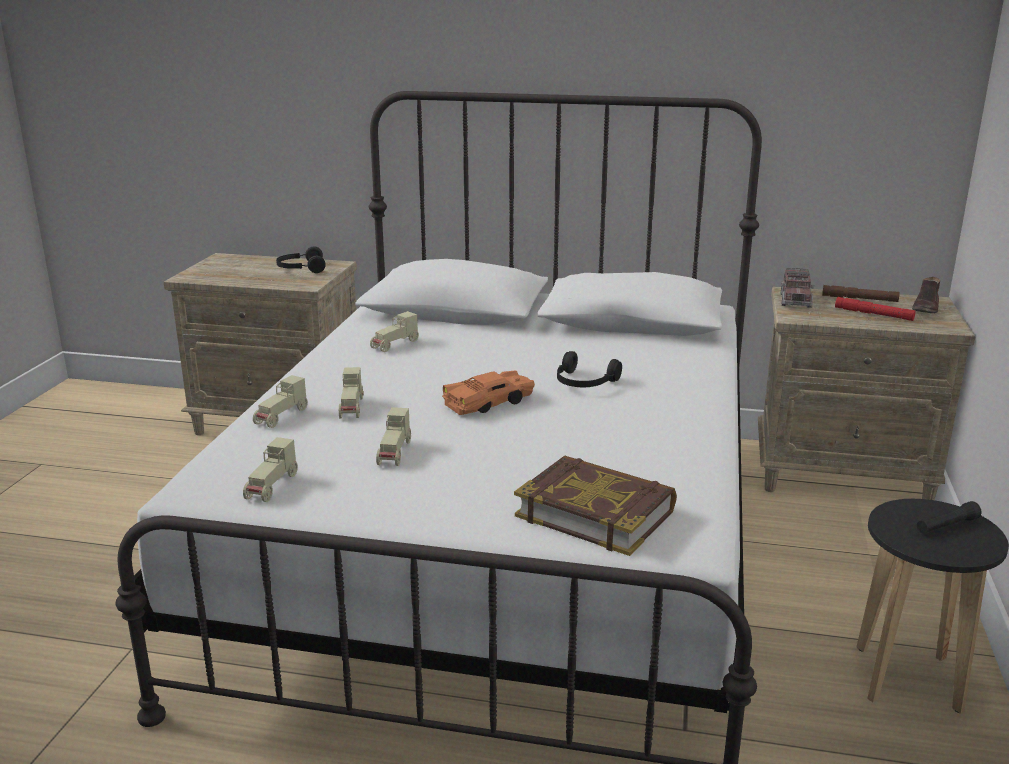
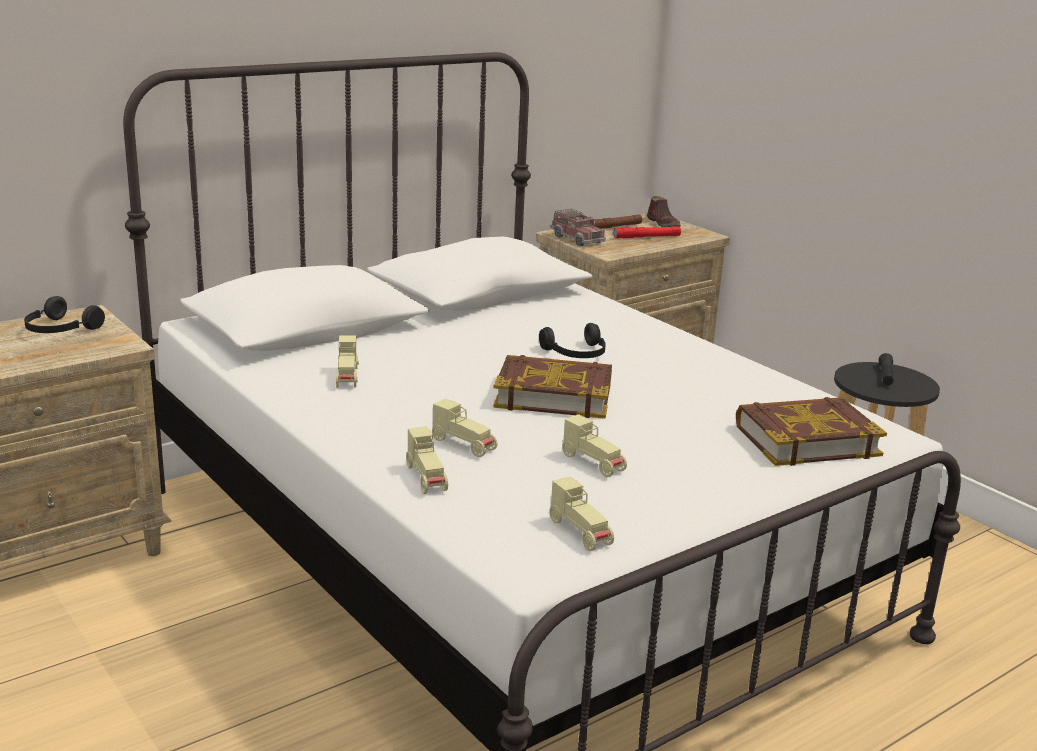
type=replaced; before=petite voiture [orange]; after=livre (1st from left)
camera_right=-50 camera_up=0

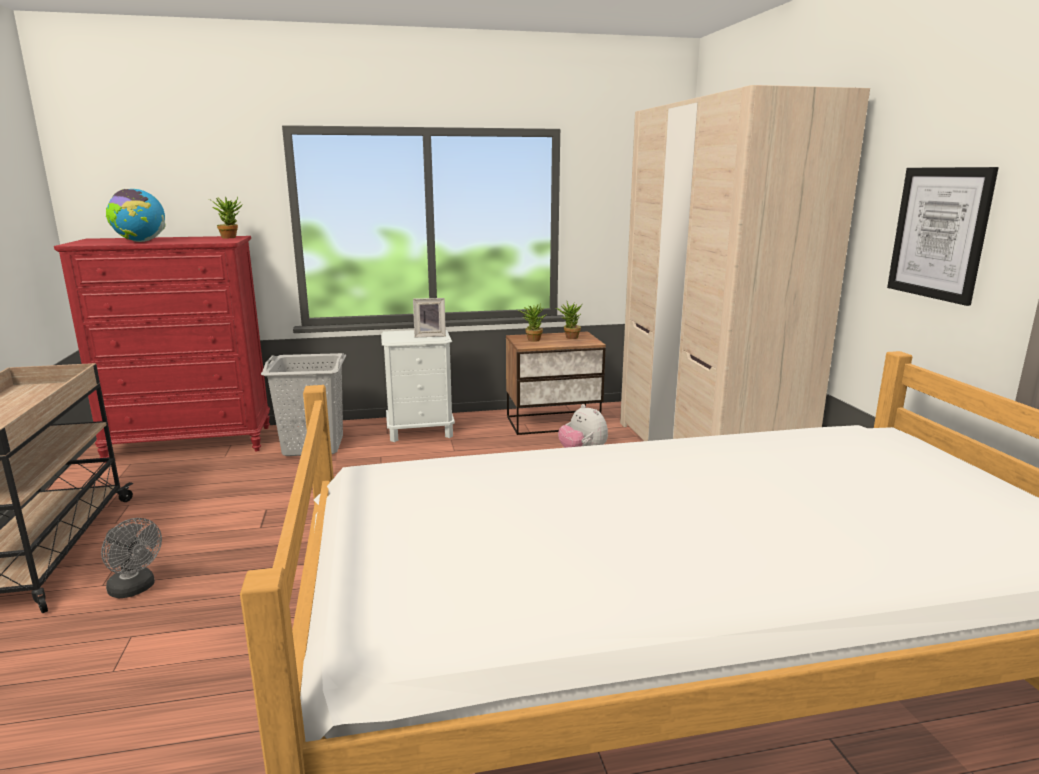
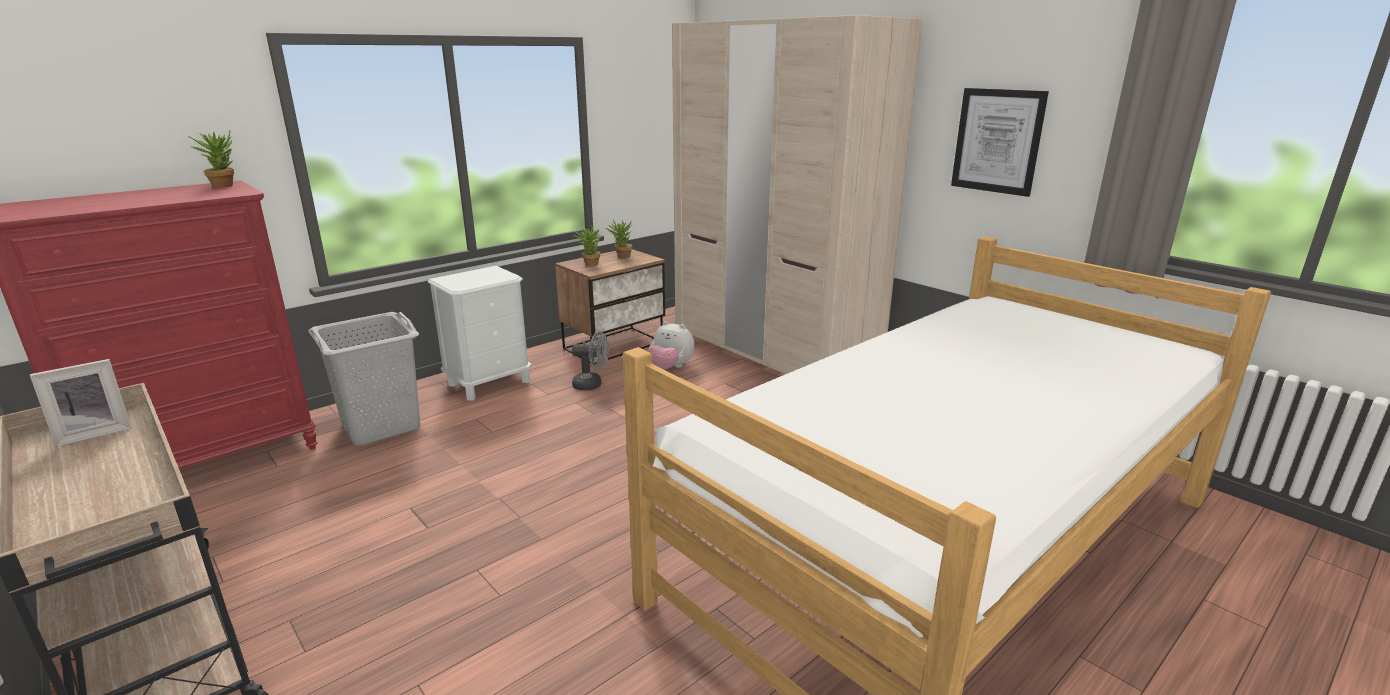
type=removed; before=globe
type=moved; before=cadre photo
type=moved; before=ventilateur [gris]
camera_right=-30 camera_up=5

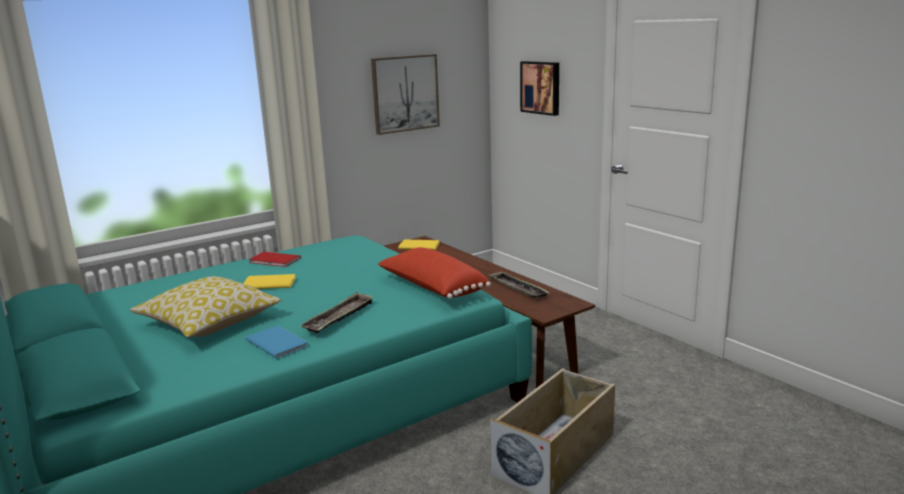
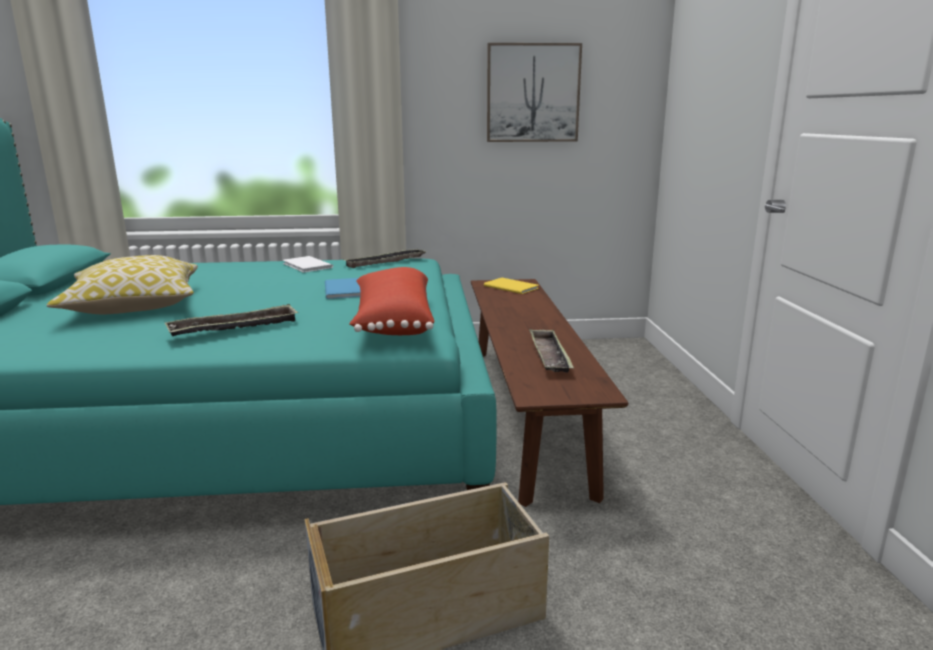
type=removed; before=tableau (2nd from left)
type=recoloured; before=livre [rouge]; after=livre [blanc]
type=removed; before=livre [jaune] (1st from left)
type=moved; before=livre [bleu]
type=added; after=plateau (2nd from left)
camera_right=30 camera_up=0

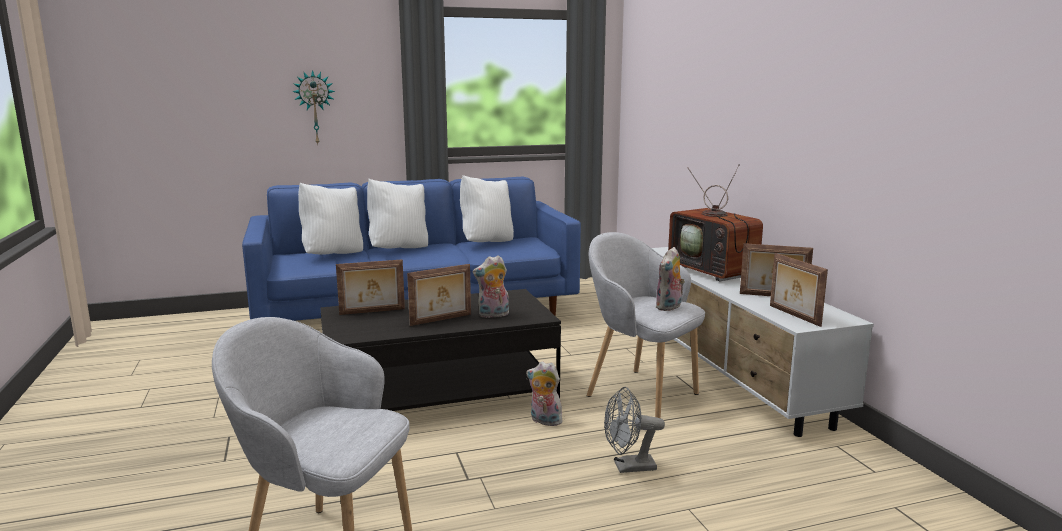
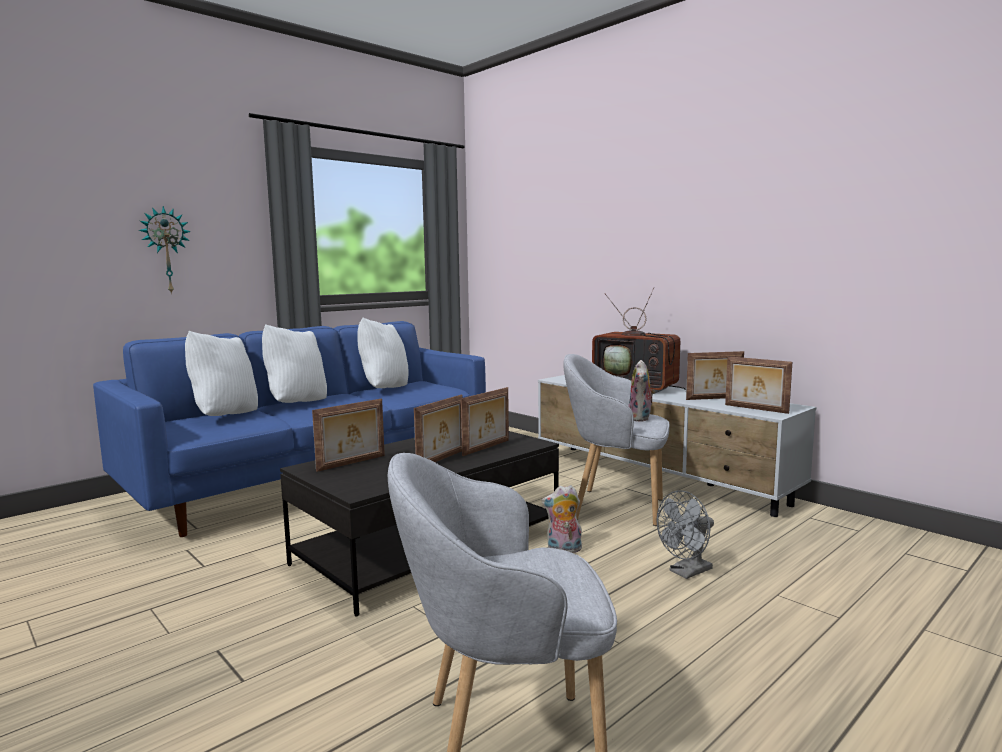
type=replaced; before=peluche (1st from left); after=cadre photo (3rd from left)
camera_right=-25 camera_up=-5

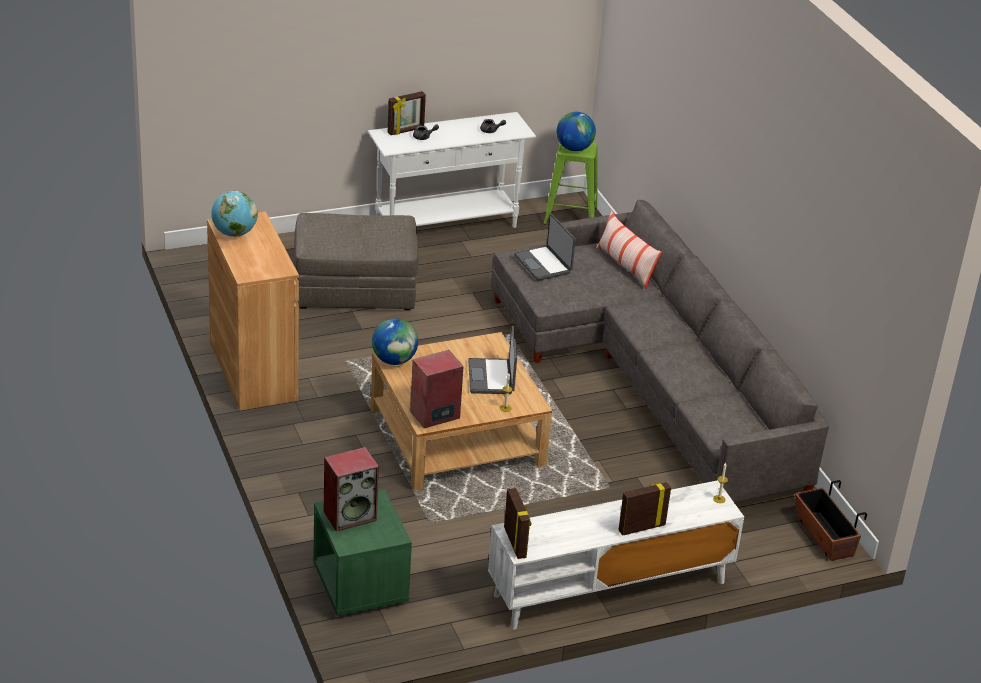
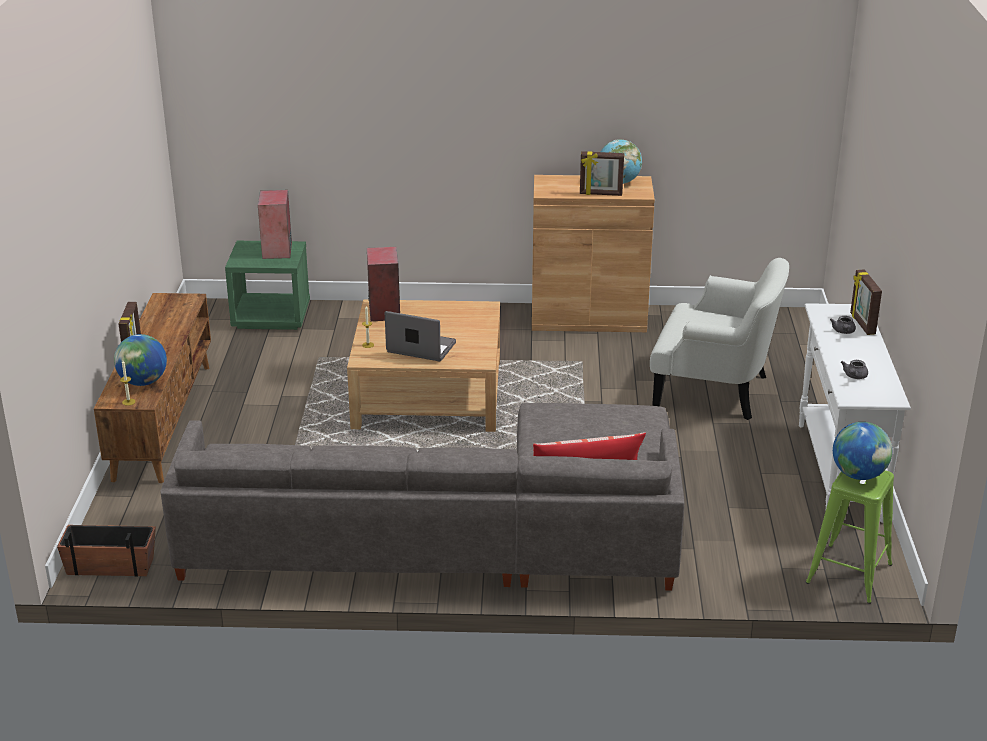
type=replaced; before=pouf [gris]; after=fauteuil [blanc]
type=removed; before=ordinateur portable (2nd from left)
type=moved; before=globe (2nd from left in the first image); after=globe (1st from left)
type=recoloured; before=meuble télé [blanc]; after=meuble télé [marron]
type=moved; before=cadre photo (2nd from left)
camera_right=115 camera_up=-5

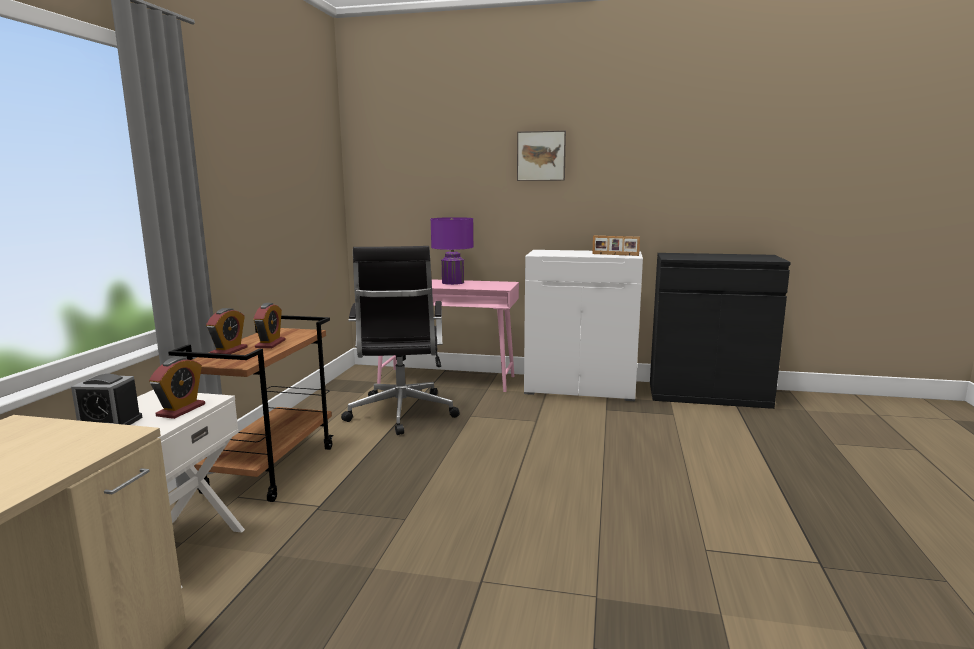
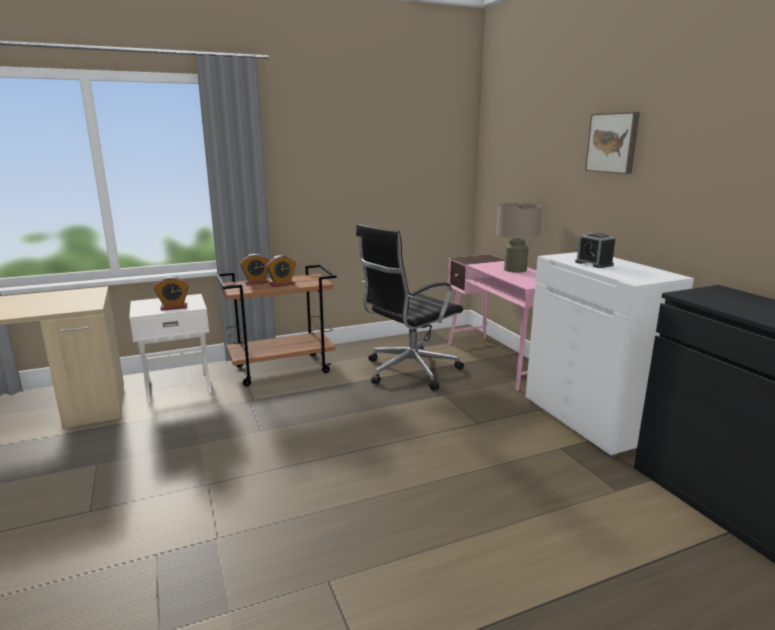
type=recoloured; before=lampe de table [violet]; after=lampe de table [beige]
type=removed; before=cadre photo
type=moved; before=réveil (1st from left in the first image); after=réveil (4th from left)
camera_right=55 camera_up=5

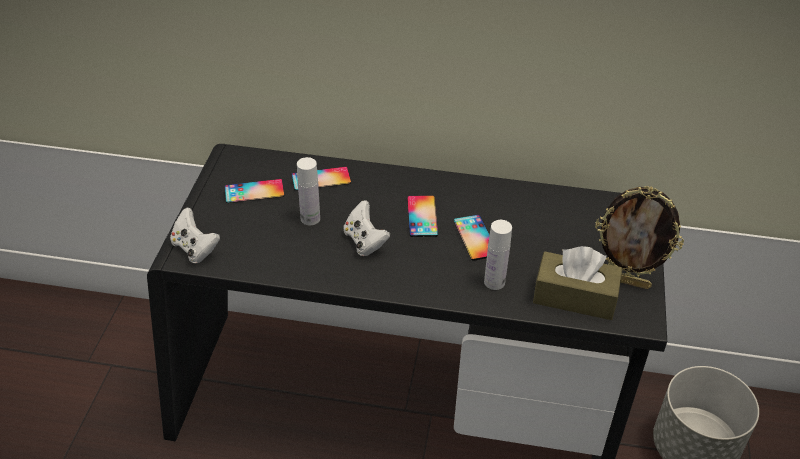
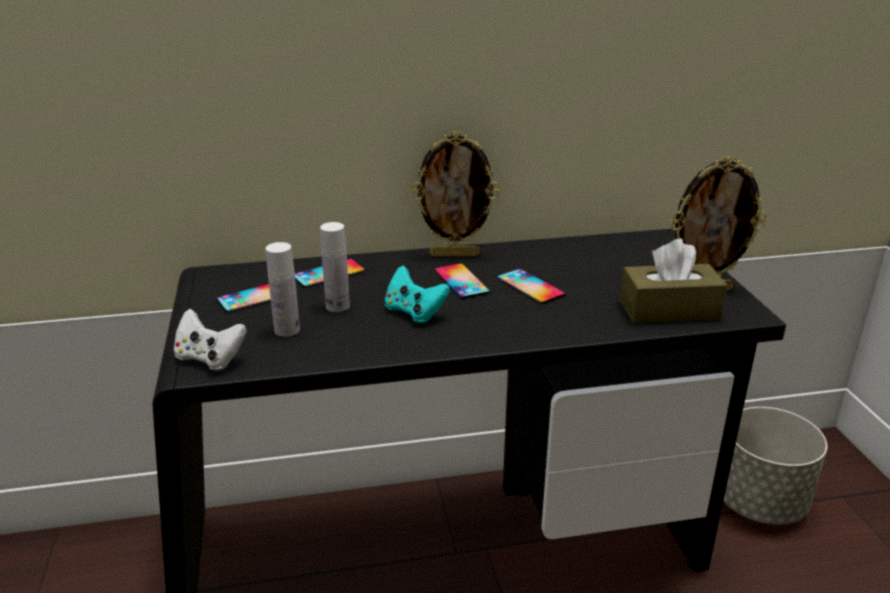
type=recoloured; before=manette [blanc] (2nd from left); after=manette [turquoise]
type=moved; before=bouteille [blanc] (2nd from left in the first image); after=bouteille [blanc] (1st from left)
type=added; after=cadre photo (1st from left)
camera_right=-20 camera_up=-15

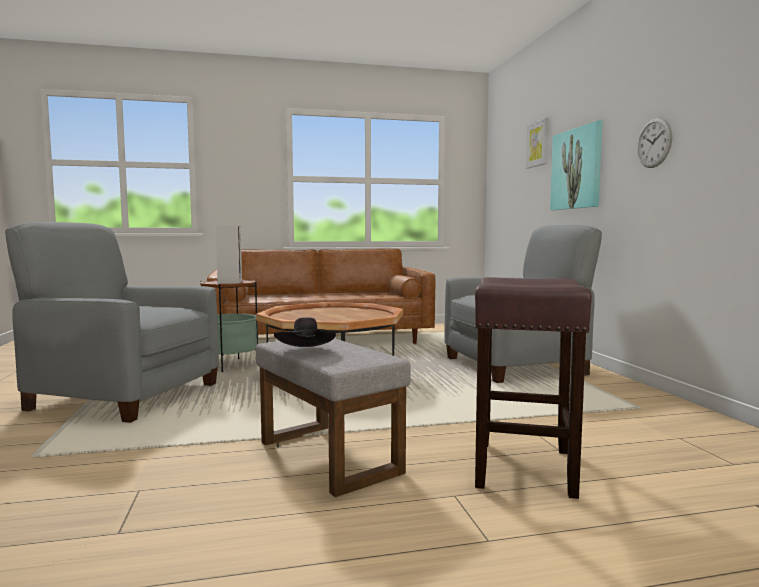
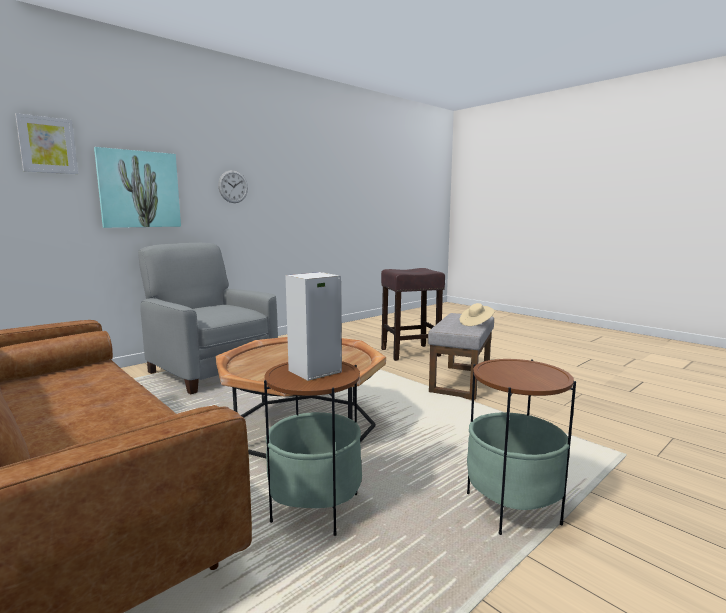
type=replaced; before=fauteuil [gris] (1st from left); after=table d'appoint (2nd from left)
type=recoloured; before=chapeau [noir]; after=chapeau [beige]
camera_right=-120 camera_up=5

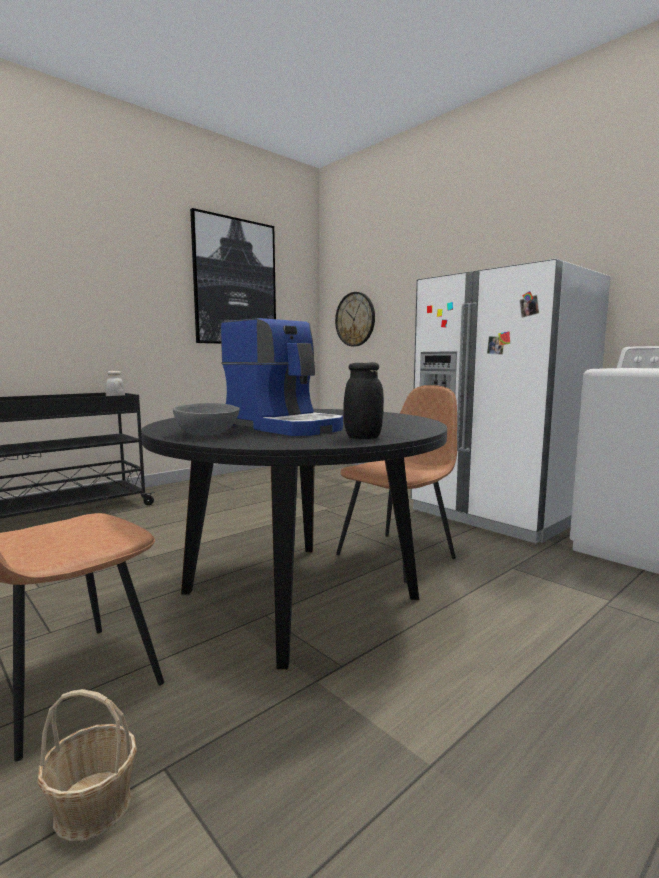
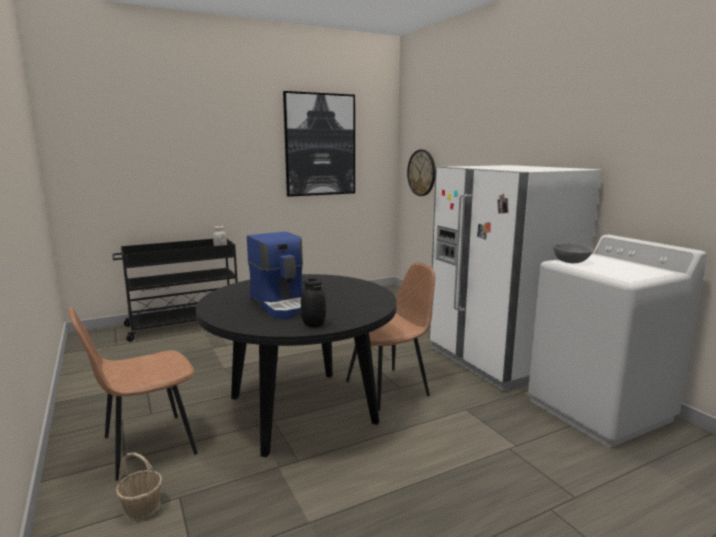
type=moved; before=bol [gris]
camera_right=15 camera_up=5

